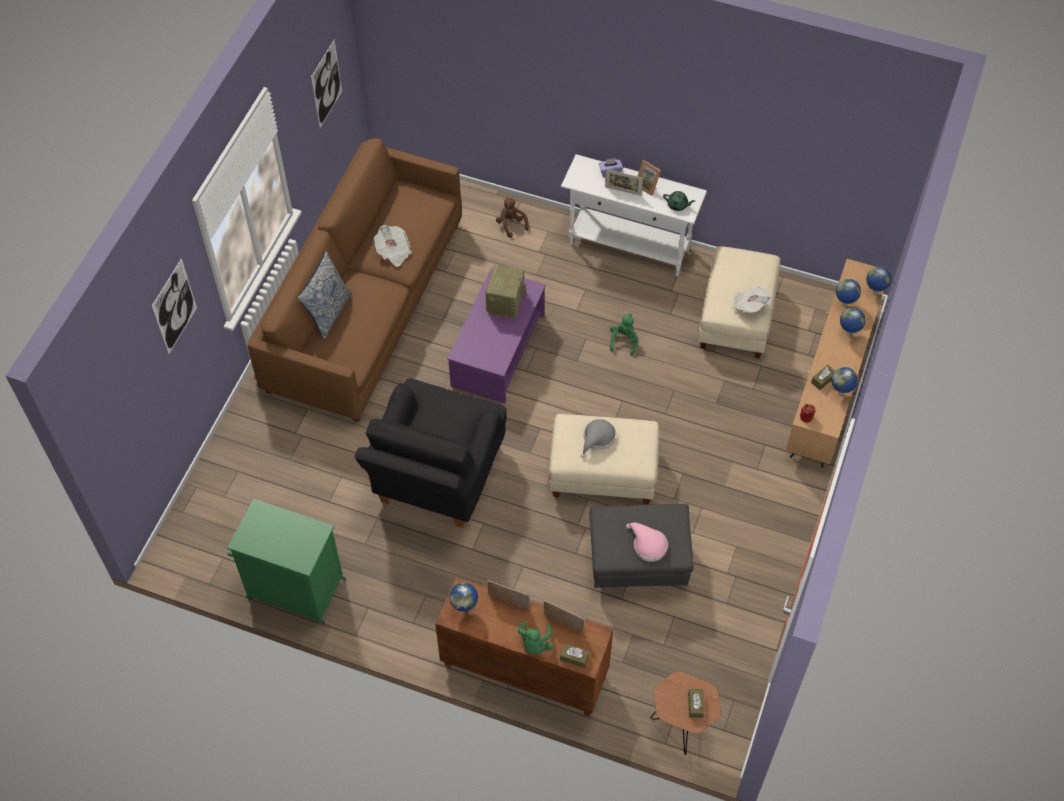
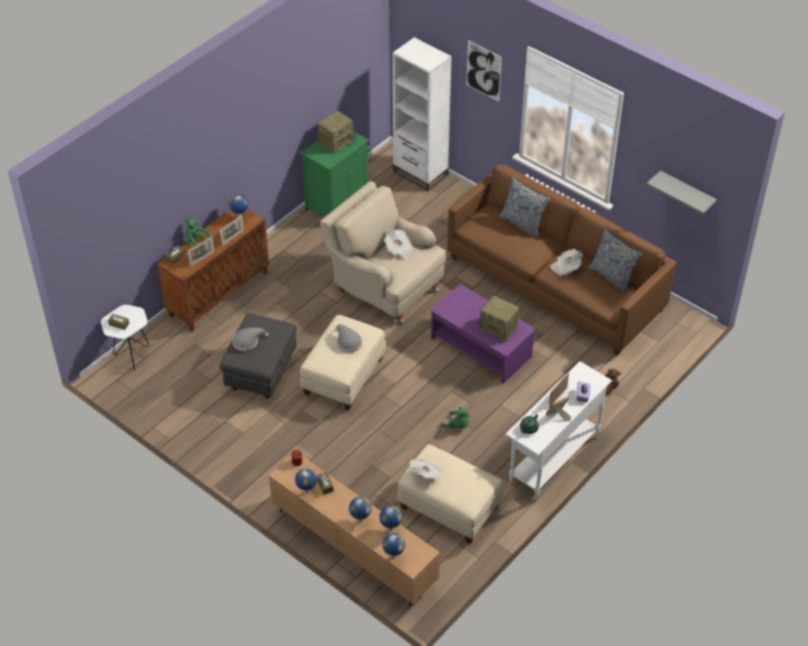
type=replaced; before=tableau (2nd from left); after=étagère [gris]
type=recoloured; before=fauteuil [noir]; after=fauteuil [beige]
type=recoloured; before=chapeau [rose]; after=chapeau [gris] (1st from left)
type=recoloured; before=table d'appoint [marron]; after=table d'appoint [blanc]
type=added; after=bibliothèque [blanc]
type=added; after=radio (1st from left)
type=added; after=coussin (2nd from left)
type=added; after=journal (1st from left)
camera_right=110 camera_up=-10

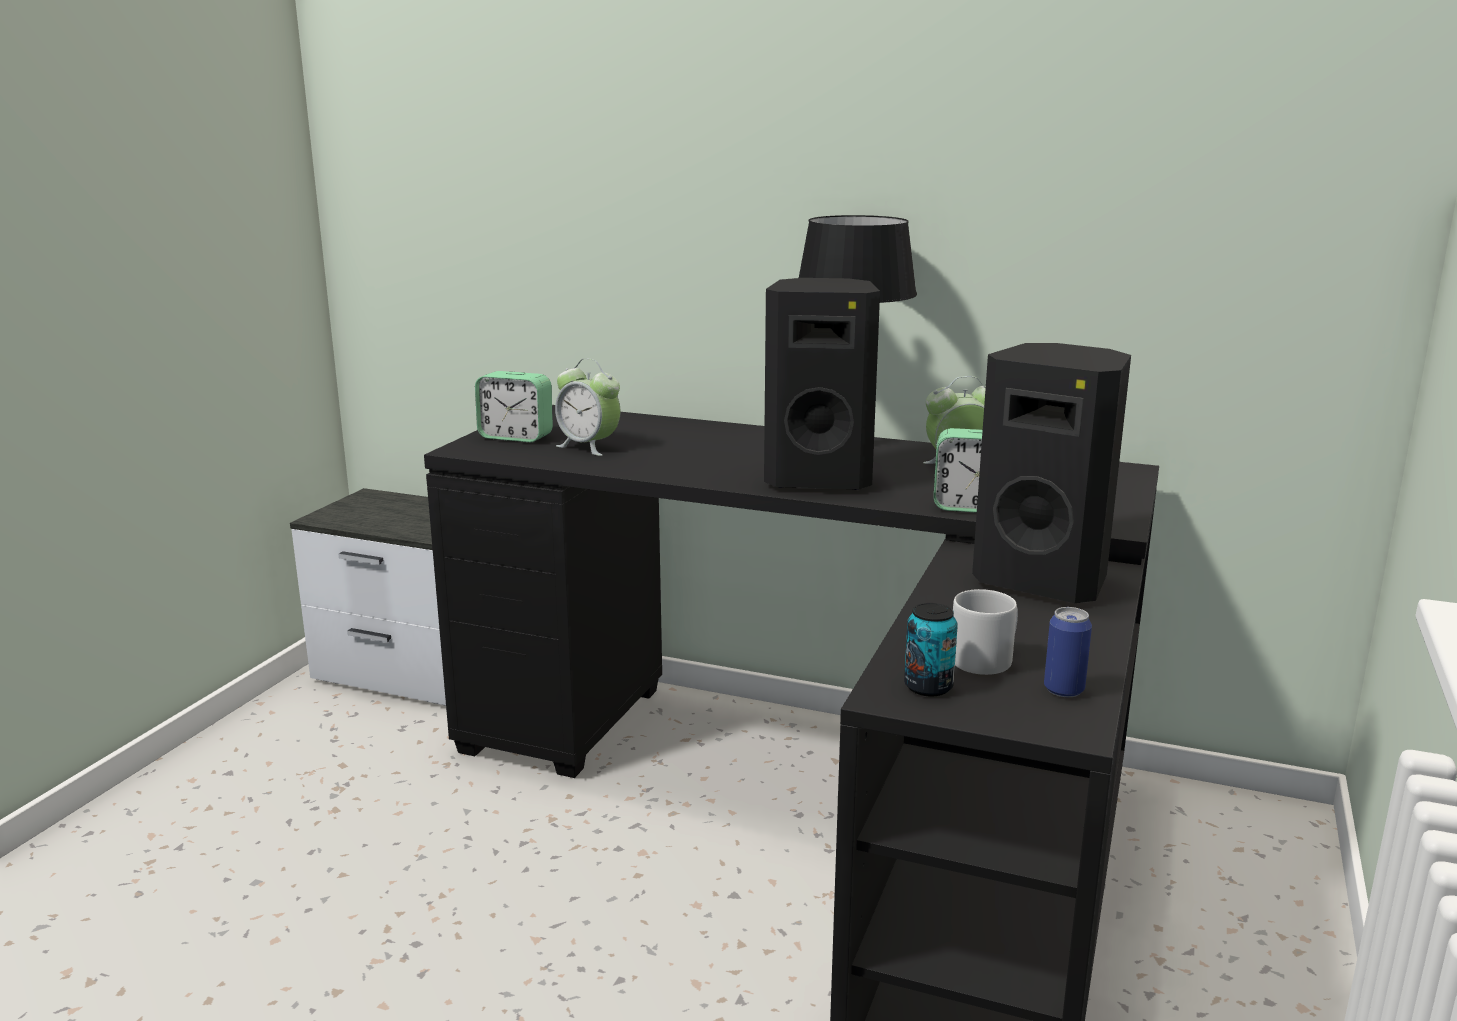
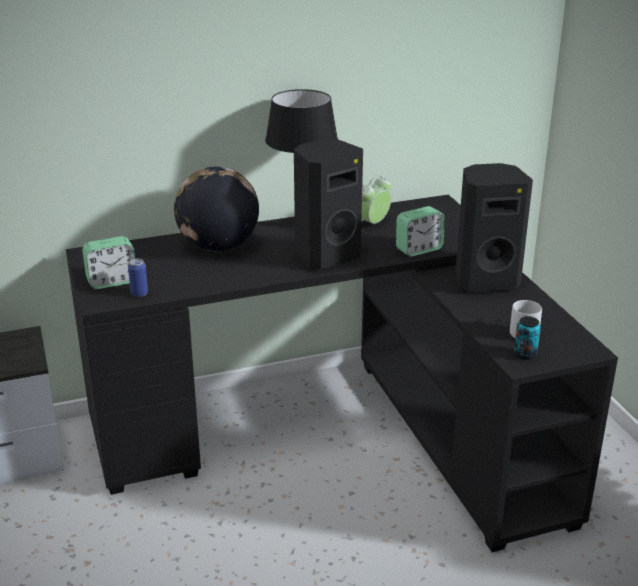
type=removed; before=réveil (2nd from left)
type=moved; before=boîte métallique (2nd from left in the first image); after=boîte métallique (1st from left)
type=added; after=globe
camera_right=-40 camera_up=10

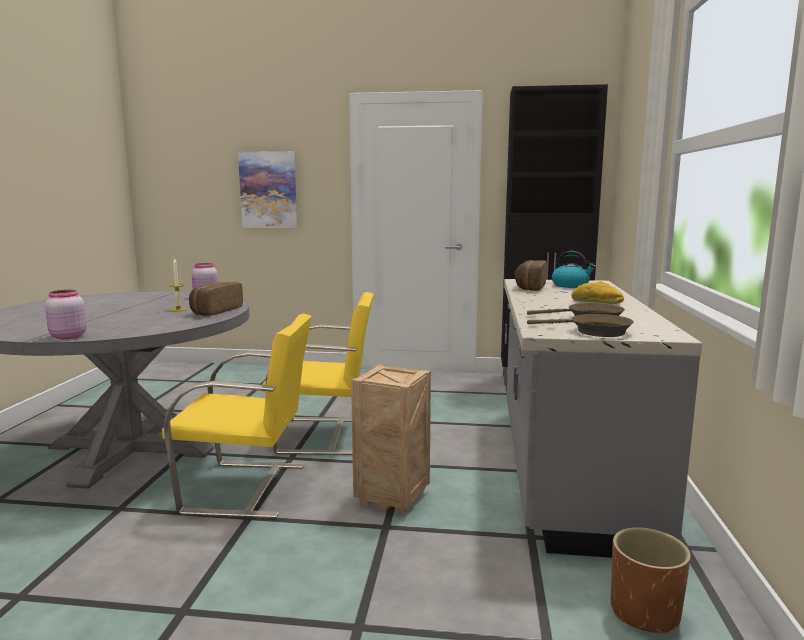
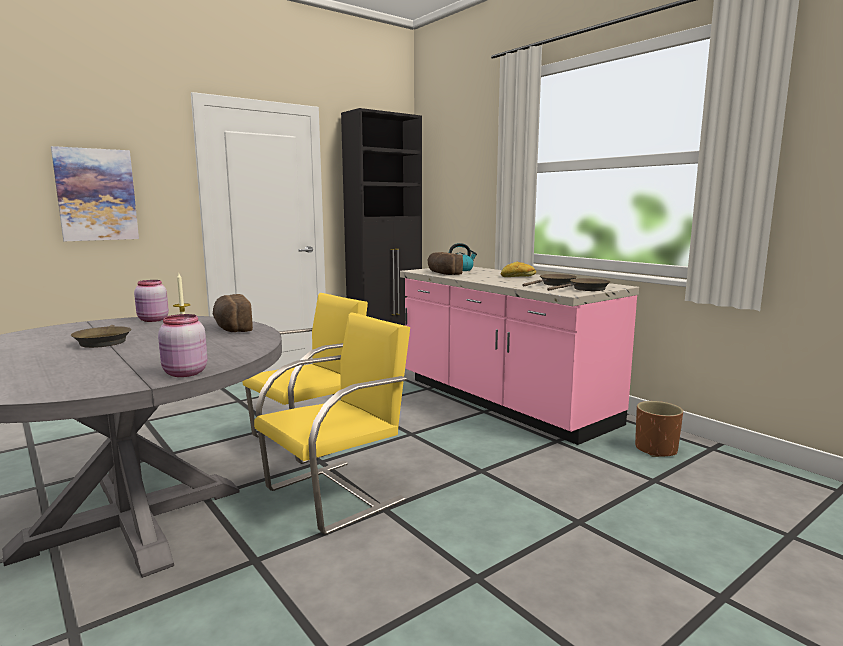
type=recoloured; before=comptoir de cuisine [gris]; after=comptoir de cuisine [rose]
type=removed; before=caisse
type=added; after=poêle [marron] (1st from left)
camera_right=-45 camera_up=0

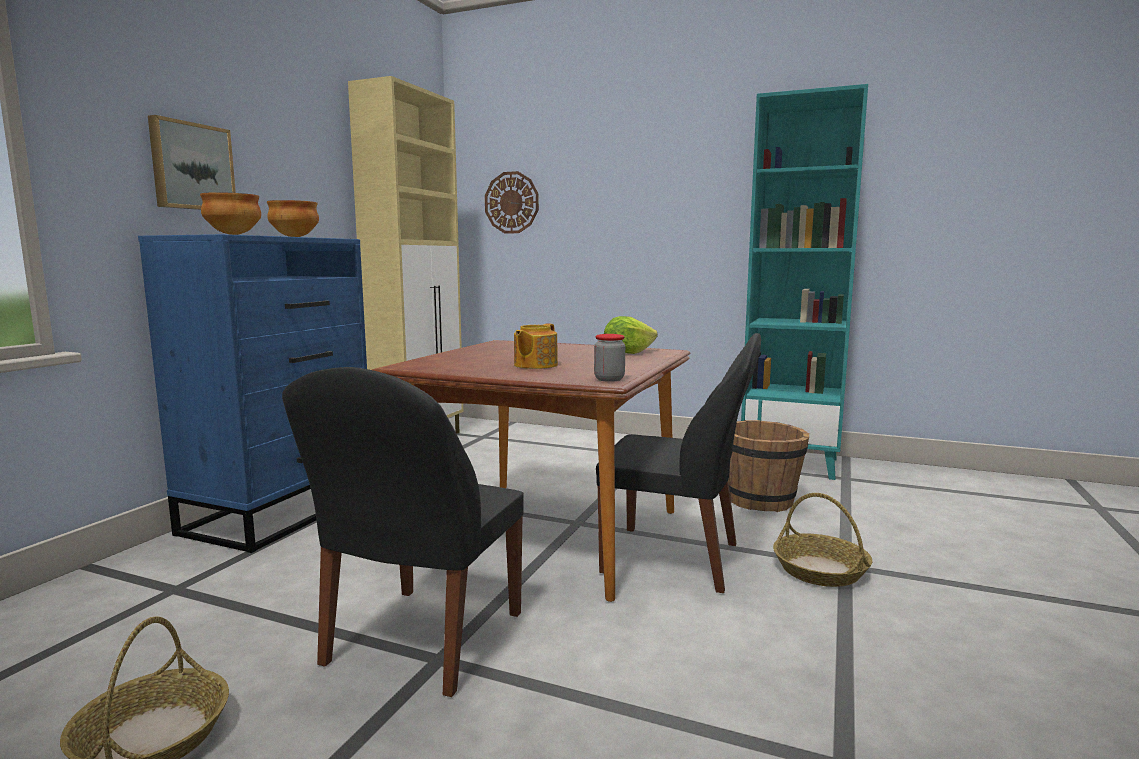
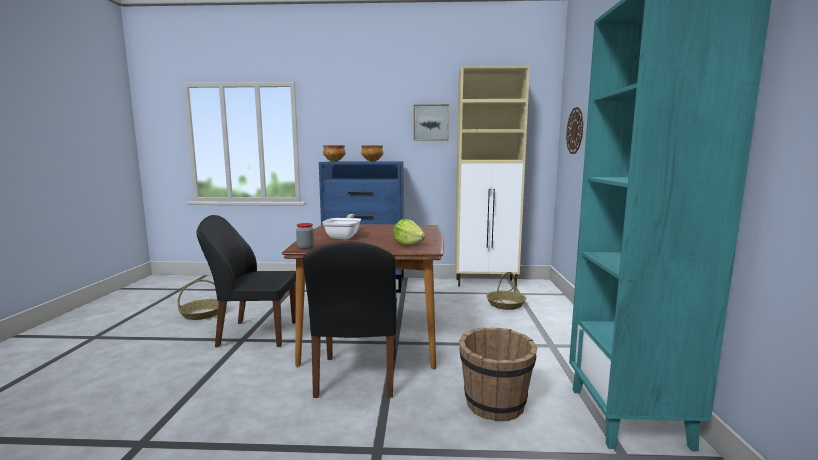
type=moved; before=tableau
type=replaced; before=théière; after=poêle
type=moved; before=panier (2nd from left)
camera_right=70 camera_up=0

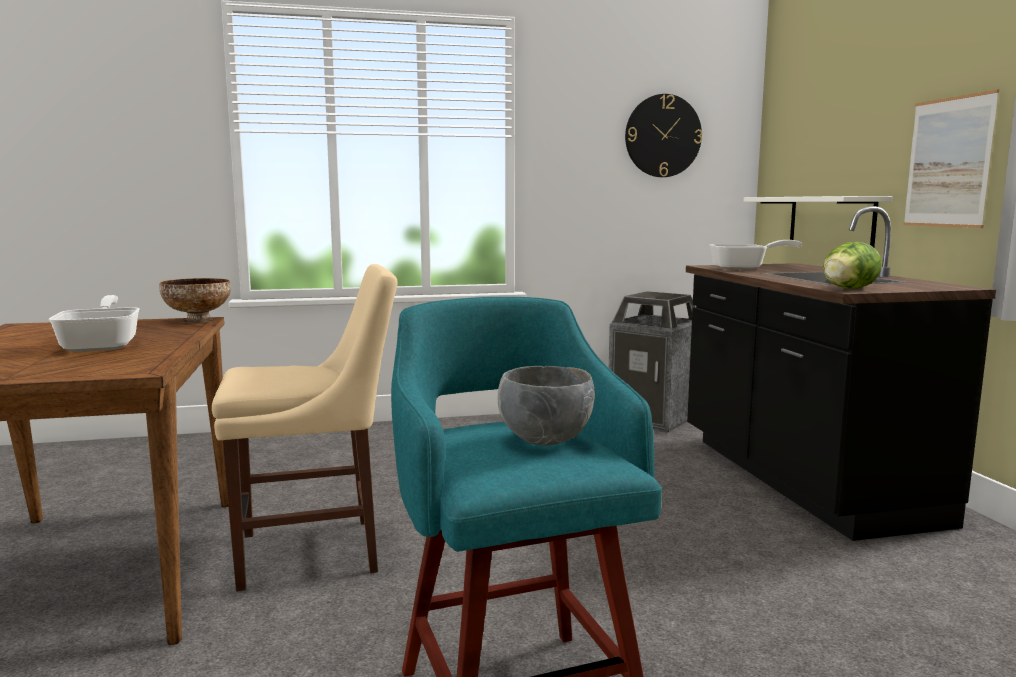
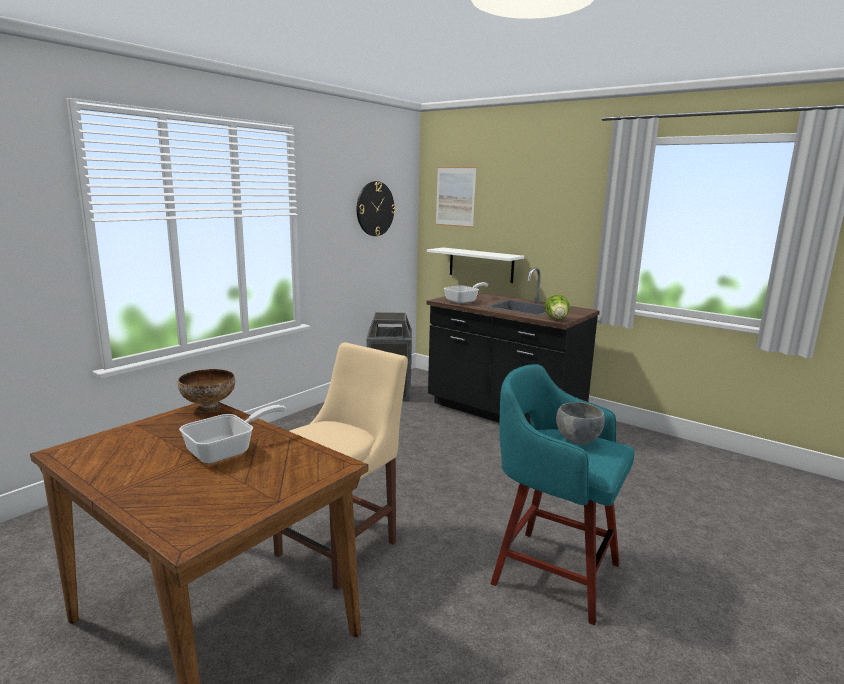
type=moved; before=tableau
type=turned; before=poêle (1st from left); turn=105
camera_right=-40 camera_up=5

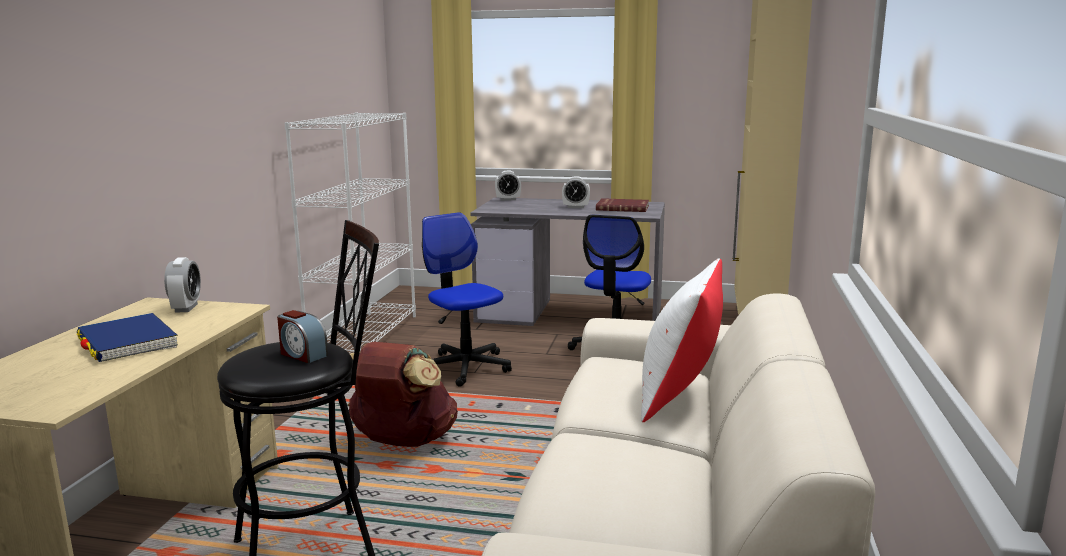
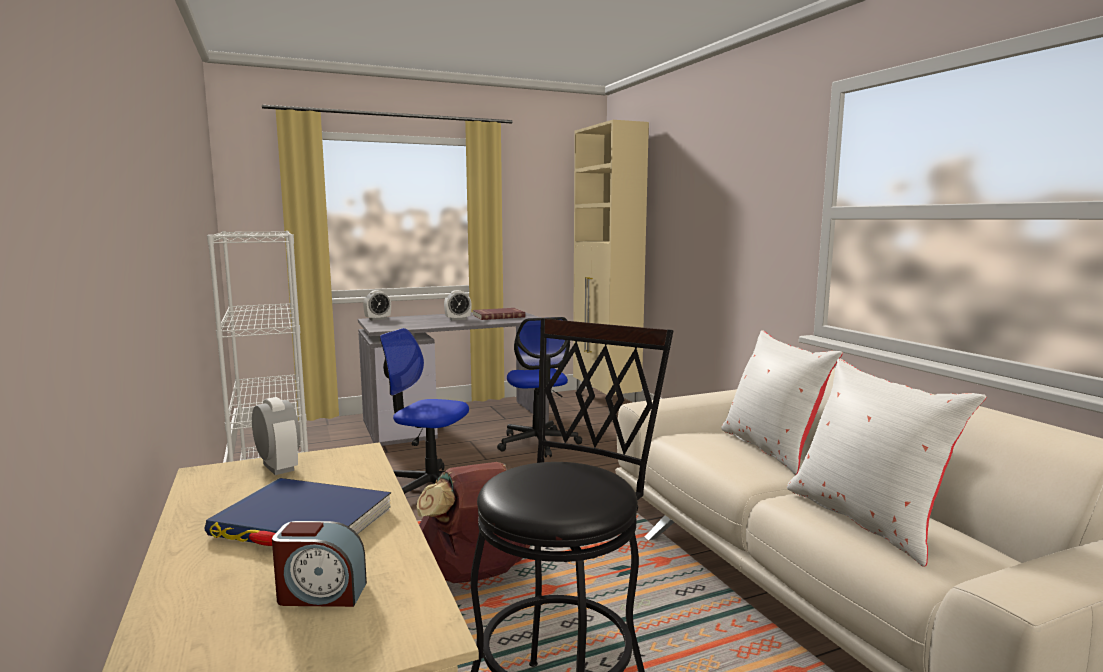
type=moved; before=réveil (2nd from left)
type=added; after=coussin [blanc] (2nd from left)
camera_right=-35 camera_up=-5

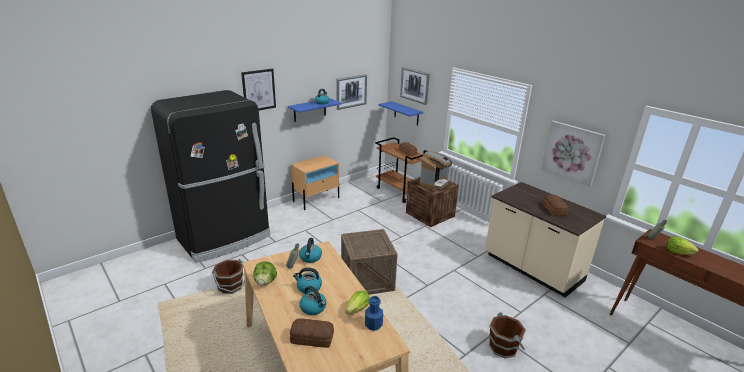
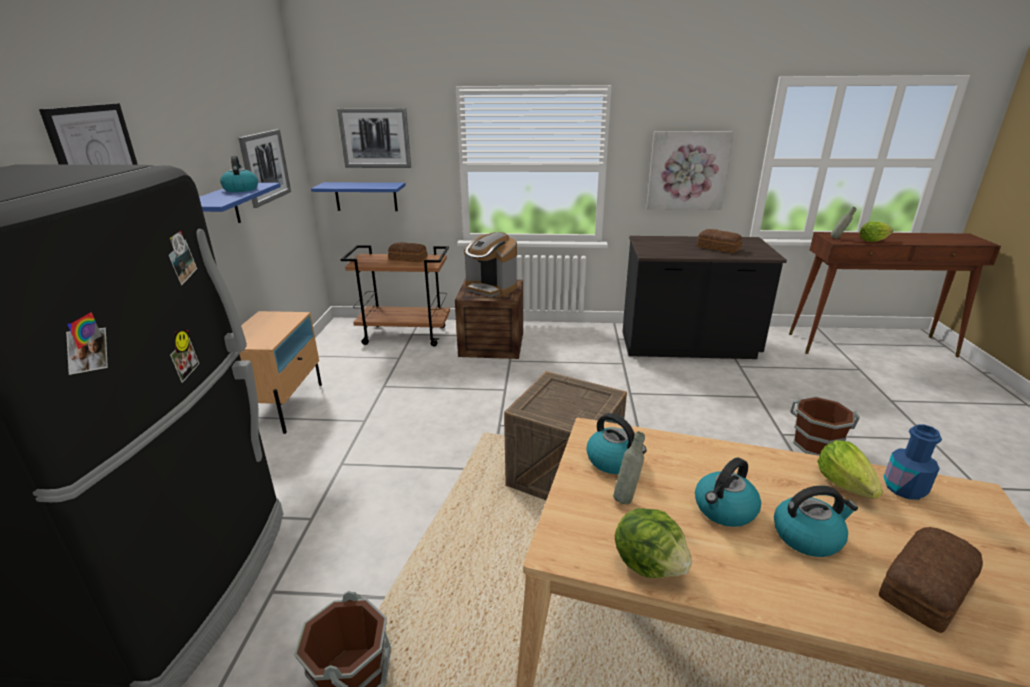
type=turned; before=machine à café; turn=135
type=recoloured; before=comptoir de cuisine [beige]; after=comptoir de cuisine [noir]
camera_right=-45 camera_up=0

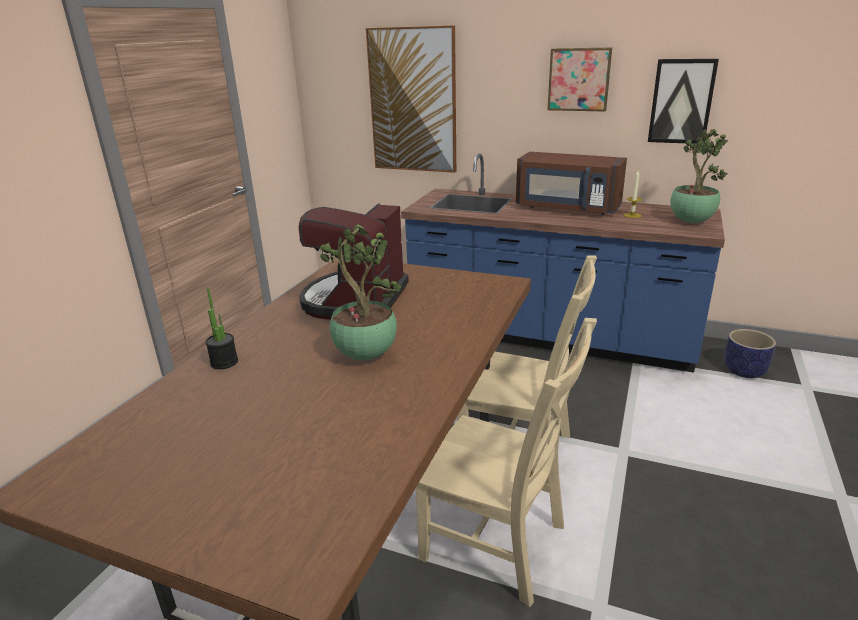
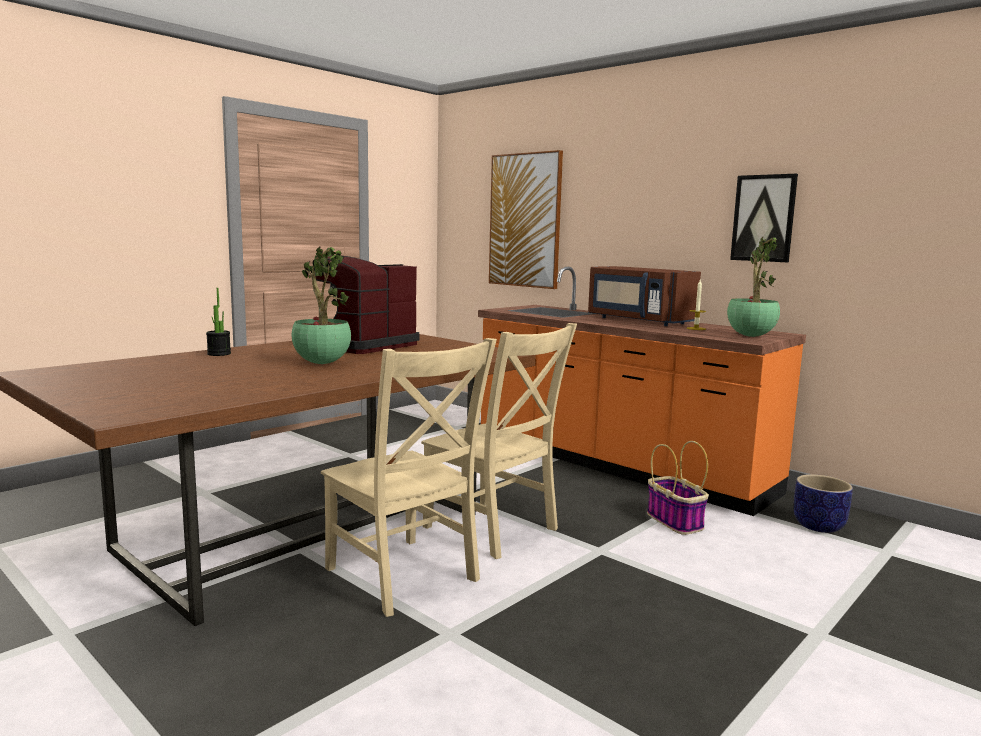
type=removed; before=tableau (2nd from left)
type=recoloured; before=comptoir de cuisine [bleu]; after=comptoir de cuisine [orange]
type=added; after=panier
camera_right=20 camera_up=-15

